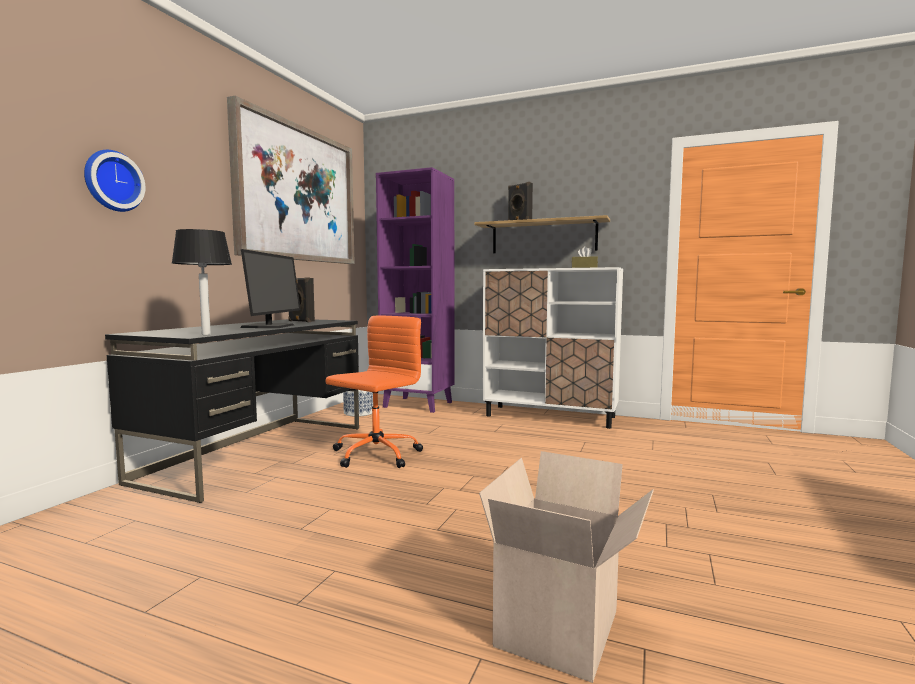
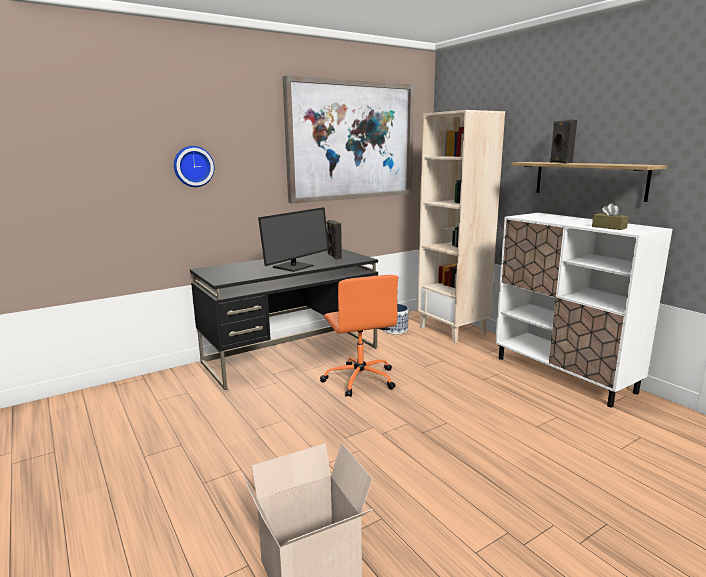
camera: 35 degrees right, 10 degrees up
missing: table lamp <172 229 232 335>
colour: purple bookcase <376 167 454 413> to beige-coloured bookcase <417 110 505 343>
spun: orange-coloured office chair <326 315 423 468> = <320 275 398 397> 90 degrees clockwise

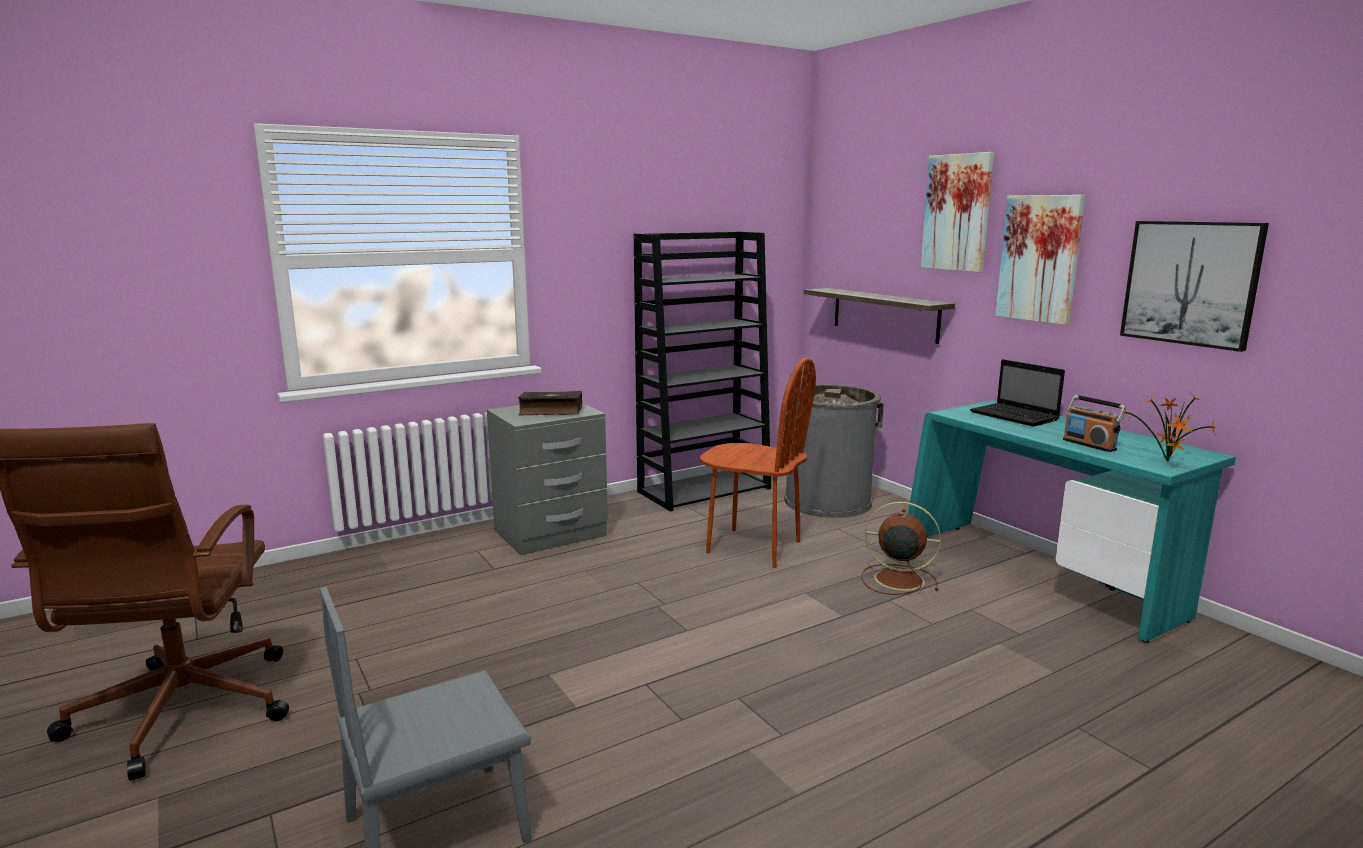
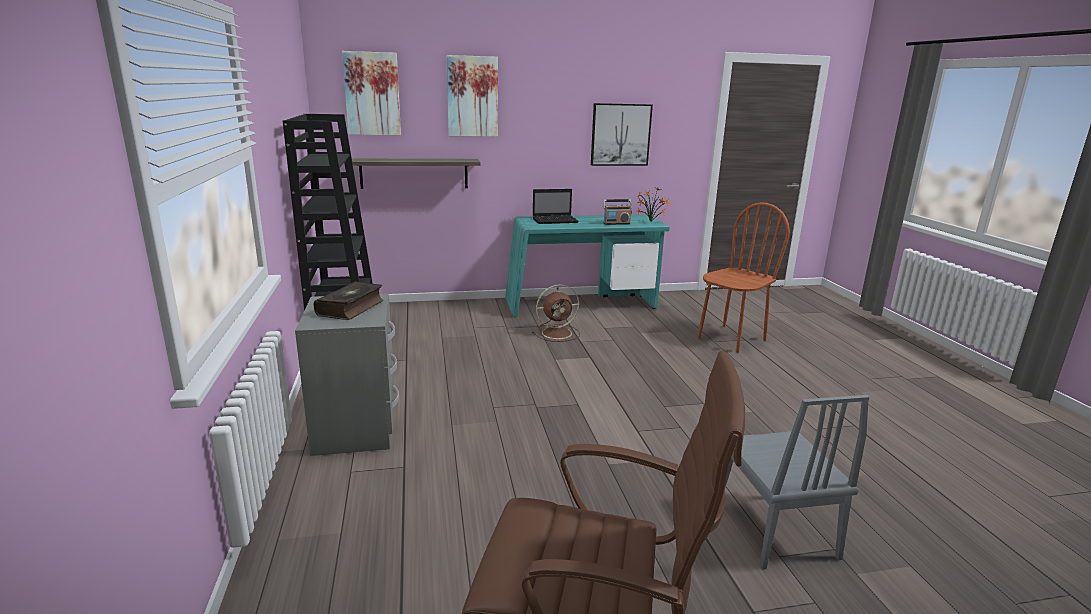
camera: 70 degrees left, 5 degrees up
missing: gray rubbish bin <784 384 884 518>
relocated: wall picture <995 195 1085 325> to <342 51 401 135>; brown chair <700 358 816 568> to <697 202 790 353>
spun: brown cooling fan <861 501 941 595> = <532 284 580 342> 150 degrees counterclockwise

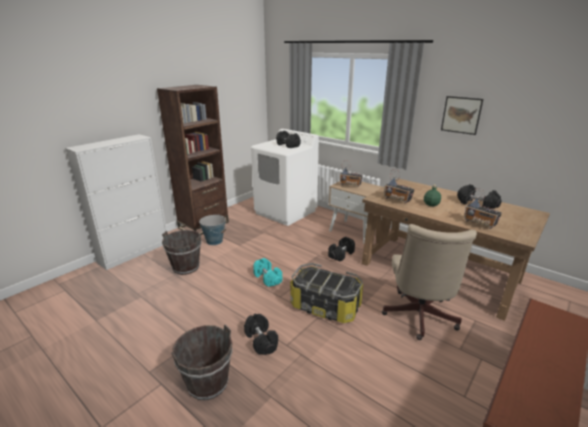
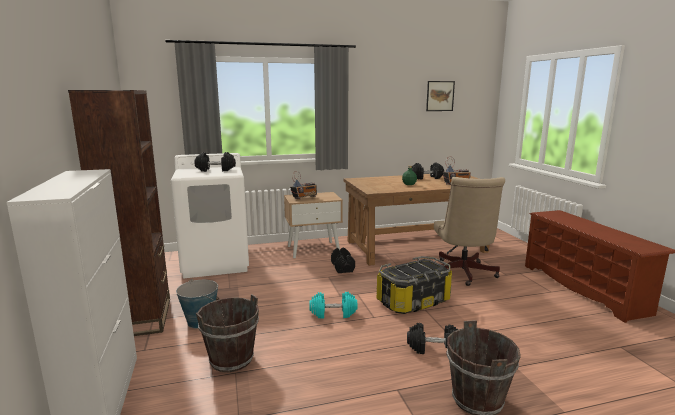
camera: 55 degrees left, 10 degrees down
missing: radio set <384 169 415 203>
relocated: wall picture <441 96 483 135> to <426 81 455 111>
spun: beige-coloured office chair <382 224 477 340> = <434 177 505 286> 45 degrees clockwise

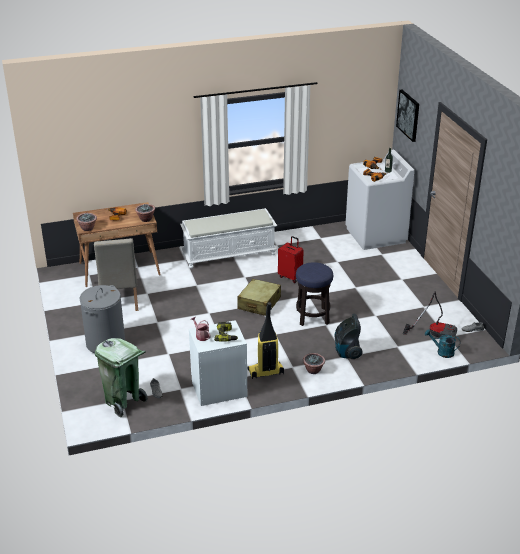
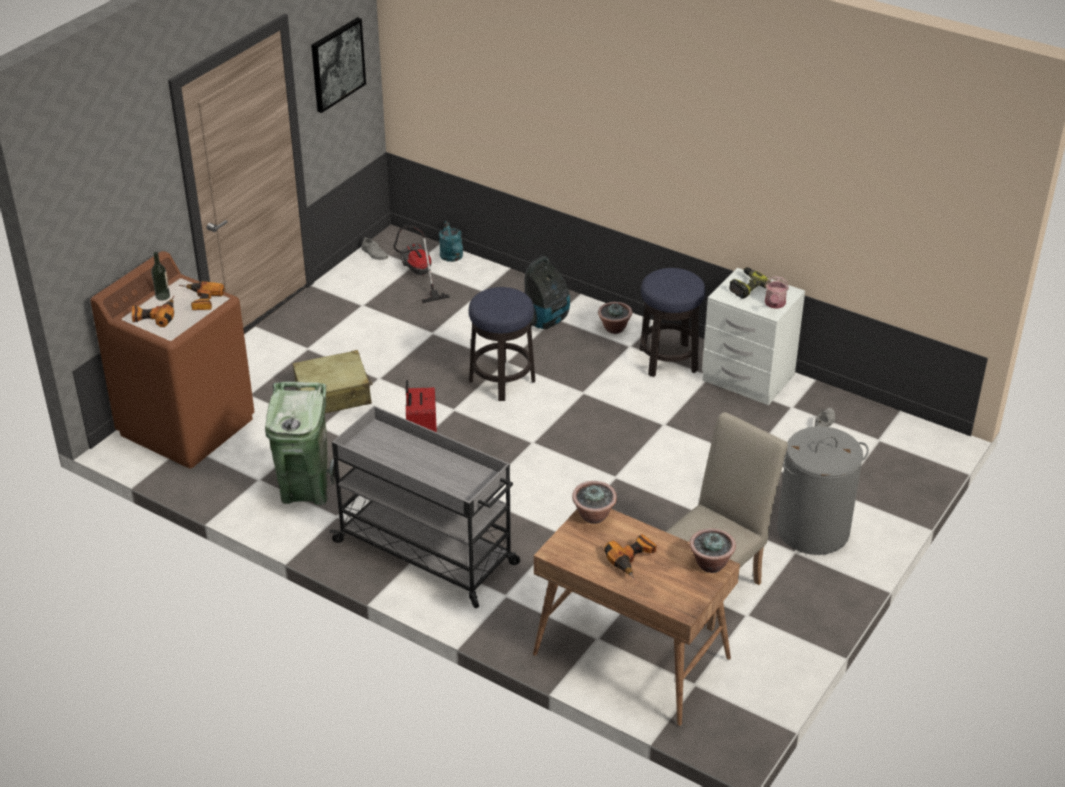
camera: 130 degrees left, 5 degrees up
relocated: green rubbish bin <95 338 148 418> to <265 382 336 505>; beige-coloured travel case <237 279 281 316> to <293 350 373 413>; wall picture <396 89 419 142> to <311 17 366 113>
exchanged: whitish long seat <180 208 277 269> to gray wheeled cart <329 406 520 608>; vacuum <247 302 284 379> to stool <640 268 705 377>
colour: whitish laundry machine <346 150 414 250> to brown laundry machine <90 251 255 468>

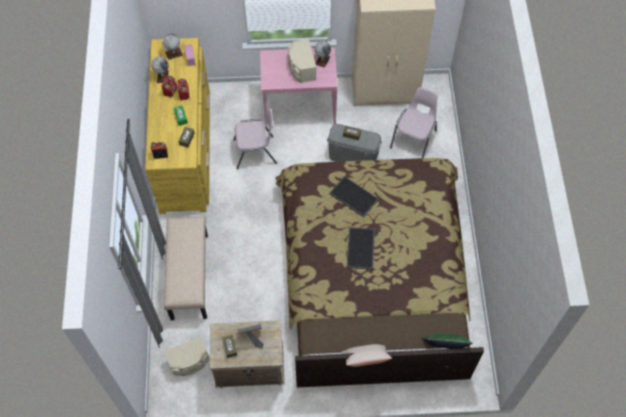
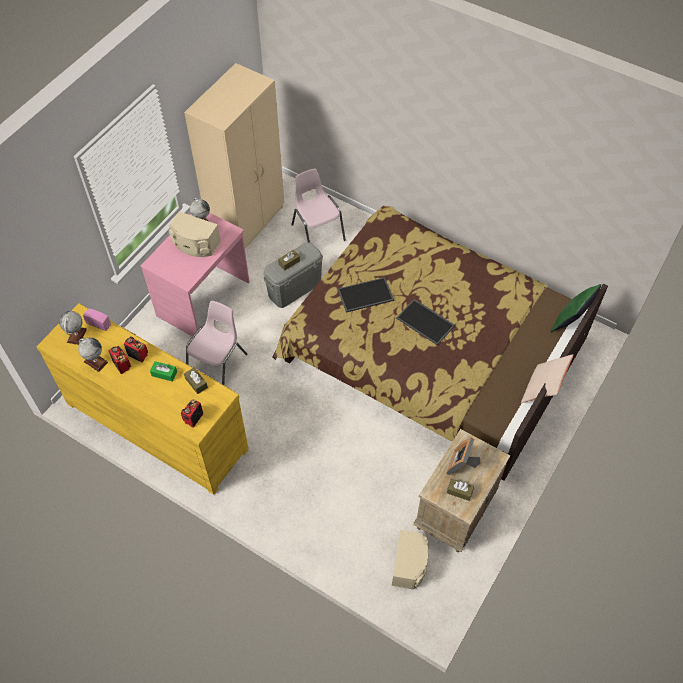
camera: 55 degrees left, 5 degrees down
missing: beige-coloured long seat <164 216 208 320>

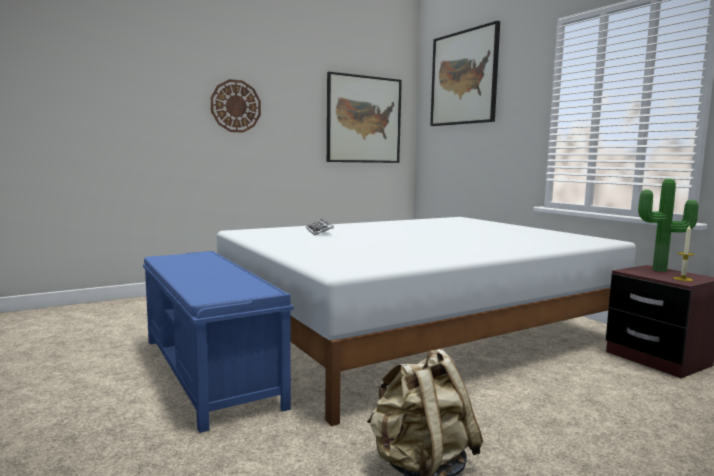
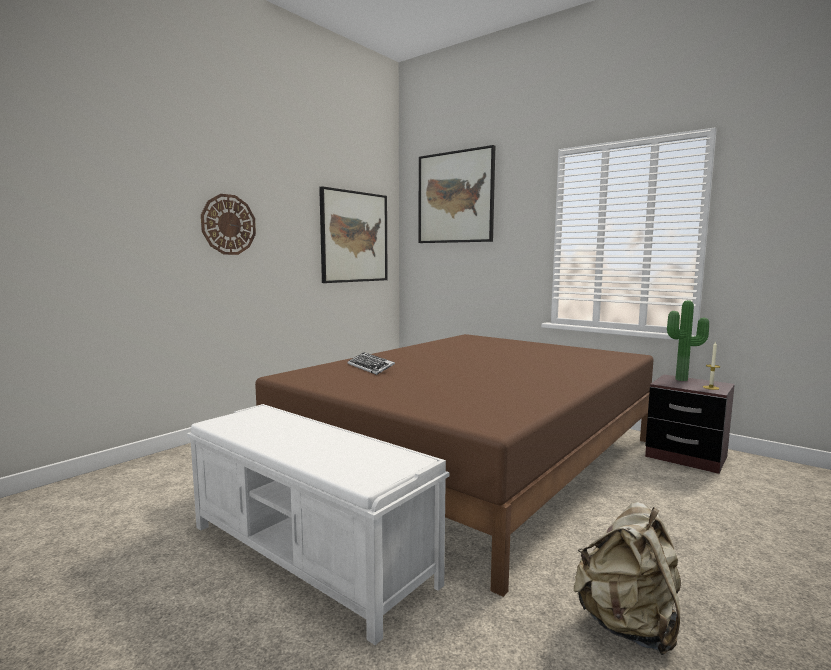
camera: 20 degrees left, 0 degrees up
colour: bluish long seat <143 251 294 433> to whitish long seat <187 404 449 645>; whitish sleeping bed <217 217 636 426> to brown sleeping bed <255 334 653 597>

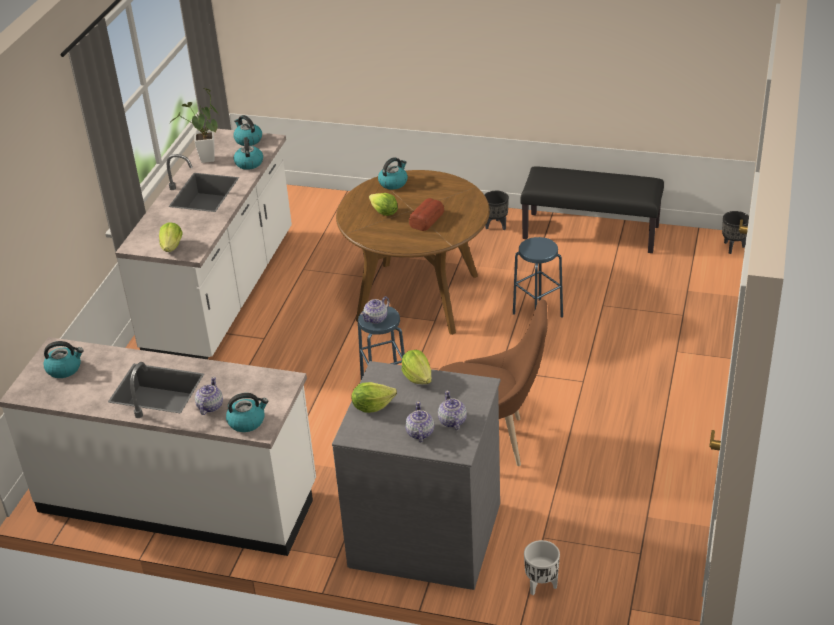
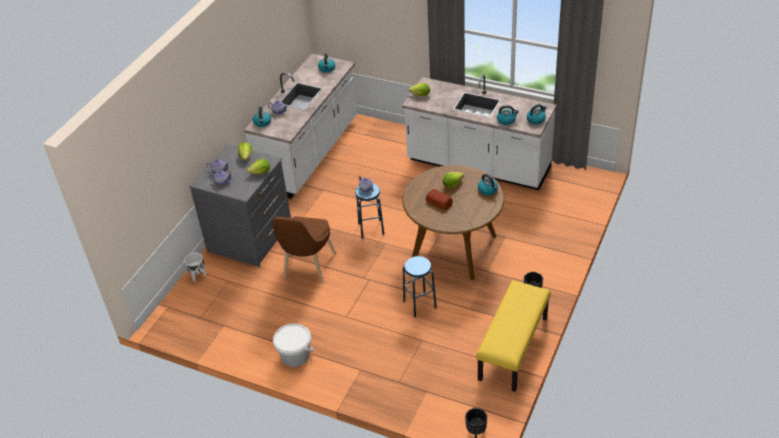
camera: 100 degrees right, 5 degrees up
missing: houseplant <171 88 218 163>
appeared: whitish bucket <273 323 314 367>
colour: black long seat <520 166 664 253> to yellow-coloured long seat <476 280 551 392>

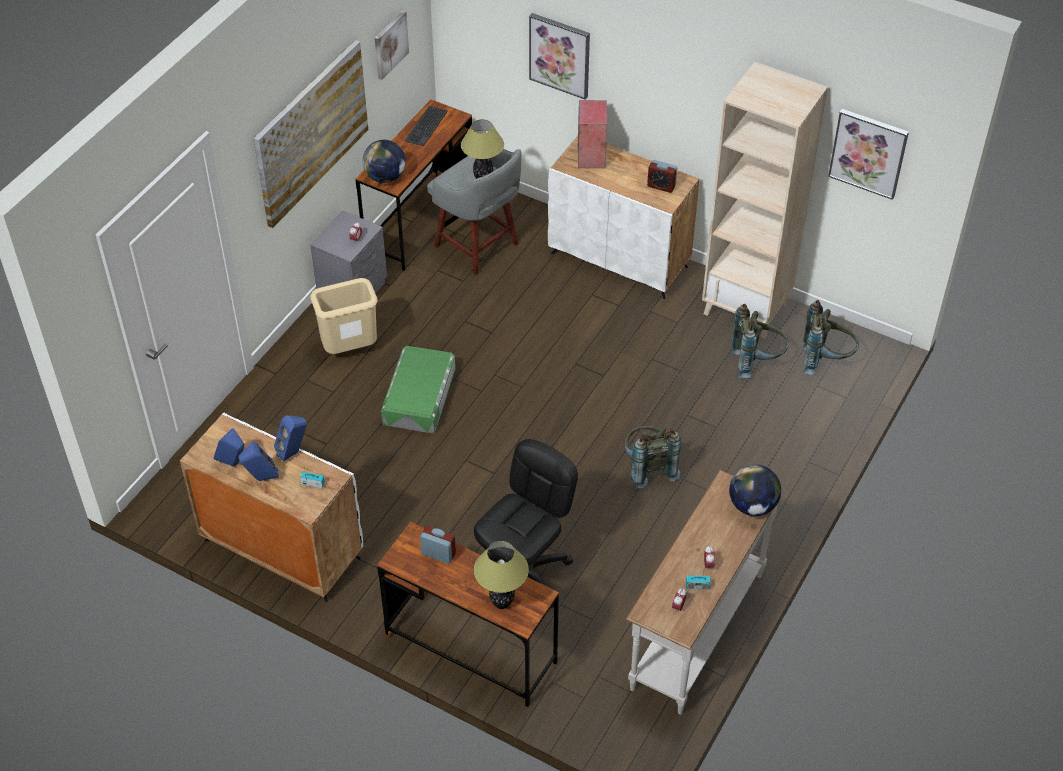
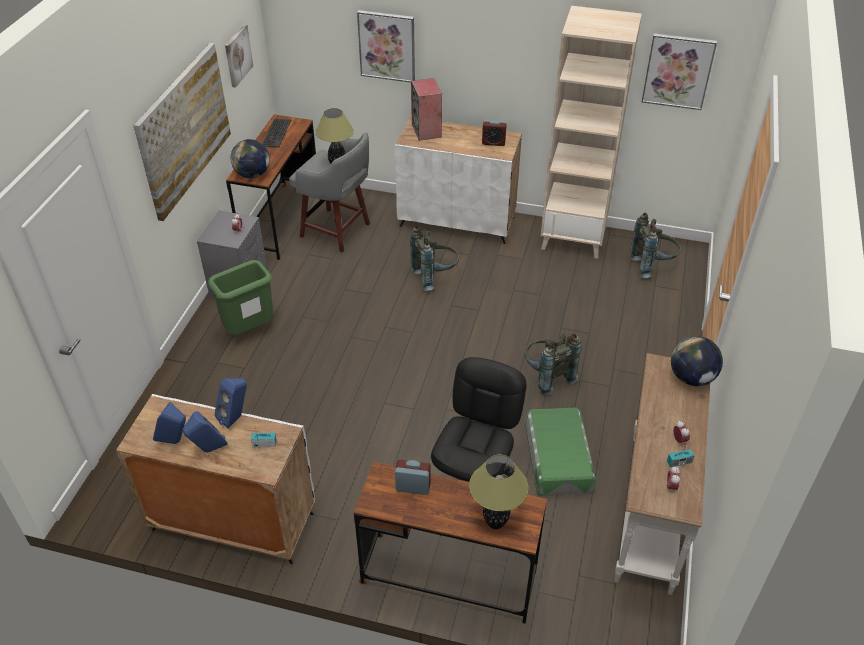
camera: 15 degrees left, 5 degrees down
relocated: gray rucksack <732 304 789 378> to <410 225 459 291>; green storage container <381 346 456 434> to <525 408 596 496>
colour: beige-coloured rubbish bin <311 278 378 354> to green rubbish bin <208 260 273 335>

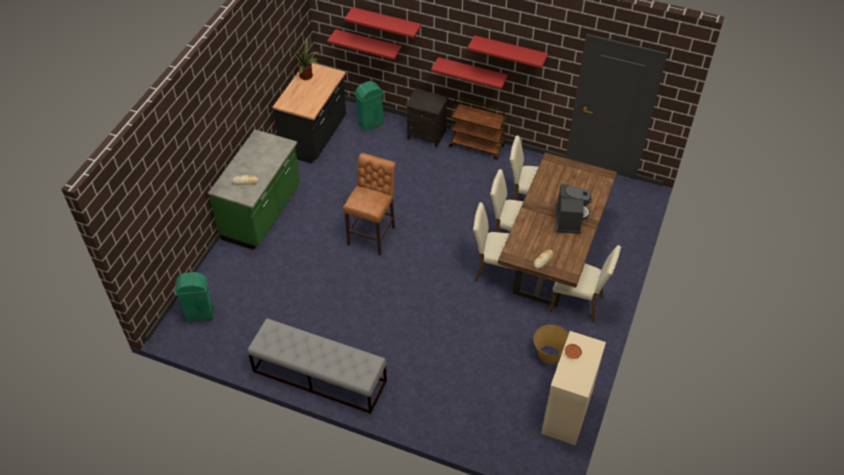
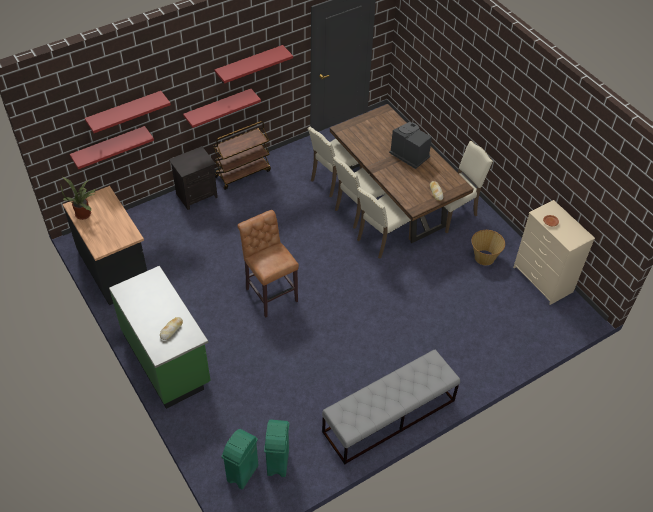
camera: 55 degrees left, 0 degrees up
relocated: green rubbish bin <354 81 384 132> to <264 419 289 477>

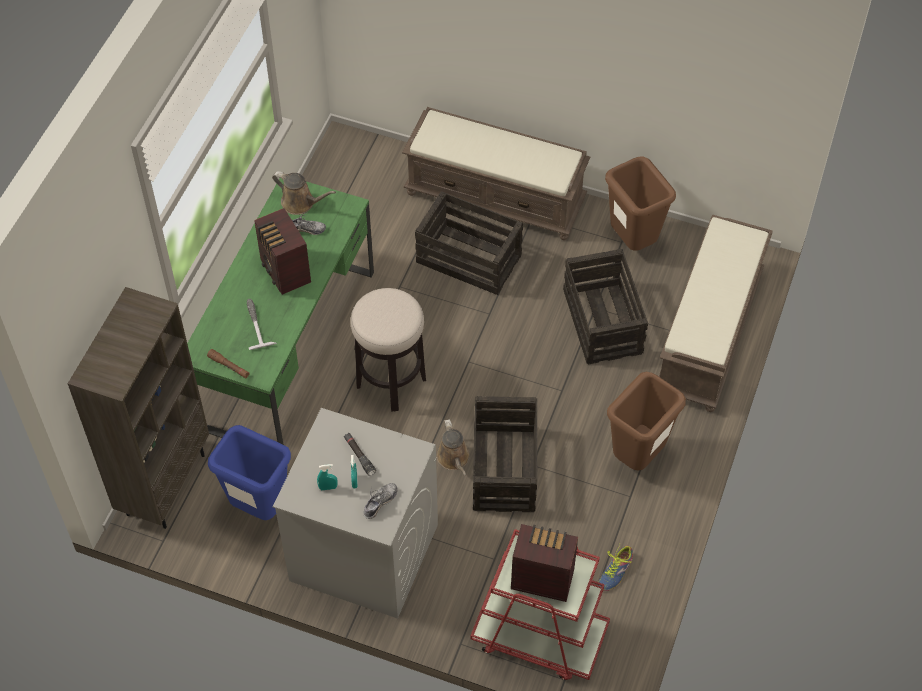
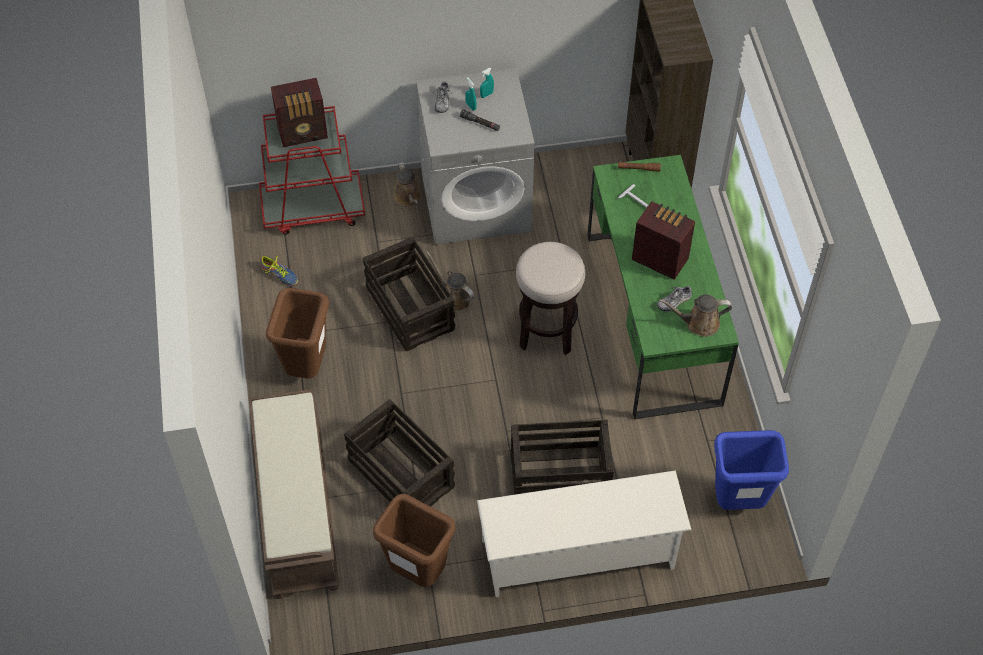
camera: 150 degrees right, 0 degrees up
appeared: brown watering pot <393 162 422 206>
relocated: bluish rubbish bin <208 425 291 520> to <714 430 789 510>
exchanged: brown long seat <402 107 590 240> to whitish shoe stand <477 470 691 597>
spun: low shoe <598 545 633 591> = <260 256 298 286> 120 degrees clockwise

